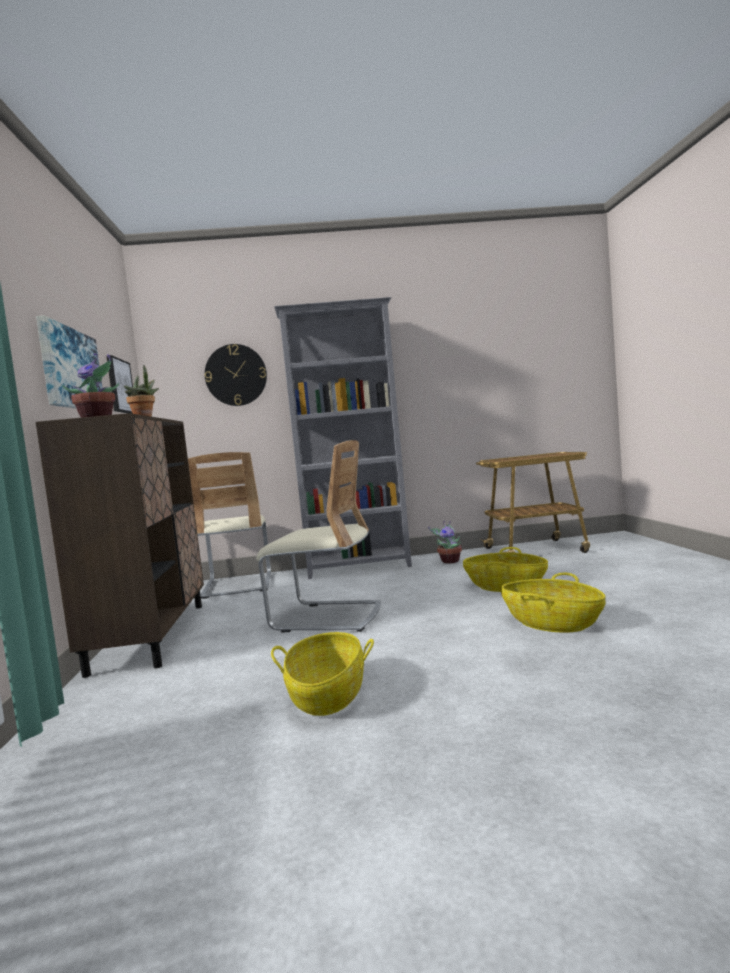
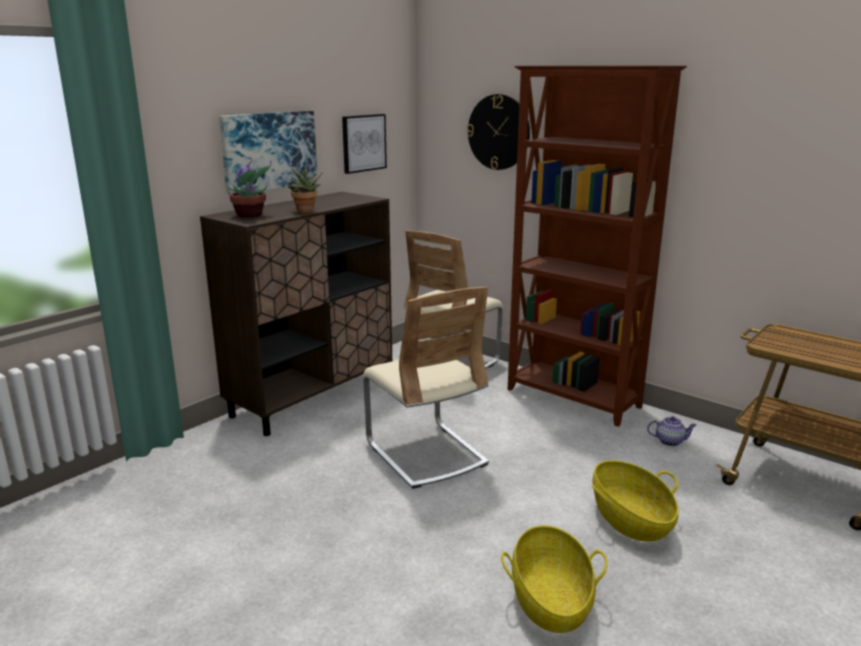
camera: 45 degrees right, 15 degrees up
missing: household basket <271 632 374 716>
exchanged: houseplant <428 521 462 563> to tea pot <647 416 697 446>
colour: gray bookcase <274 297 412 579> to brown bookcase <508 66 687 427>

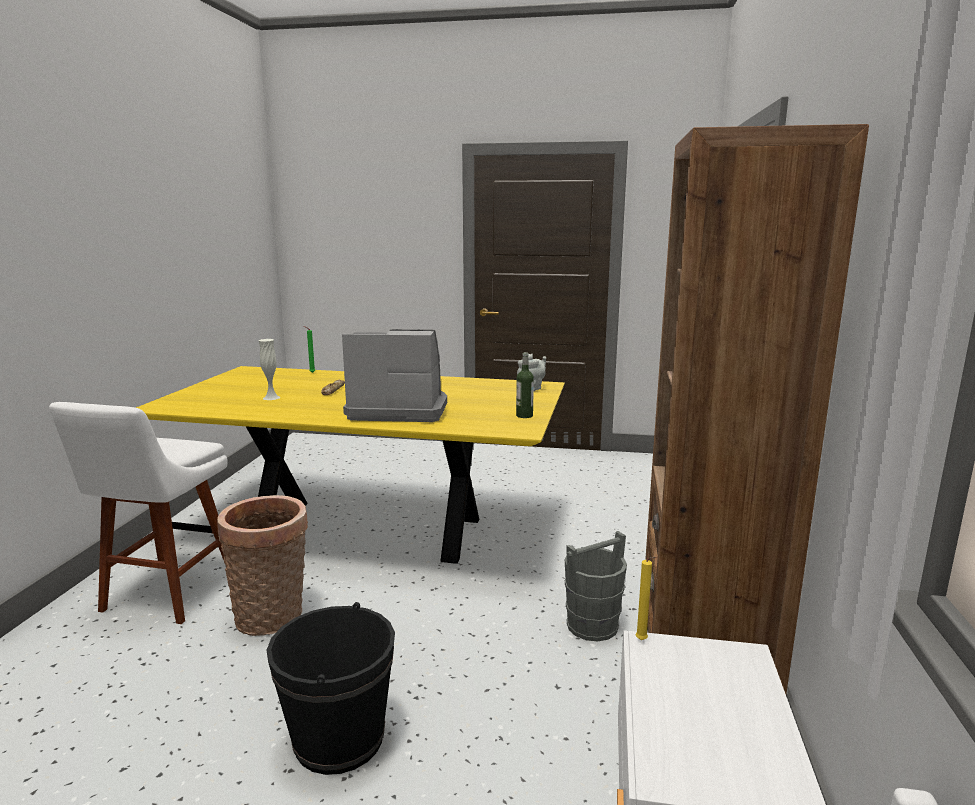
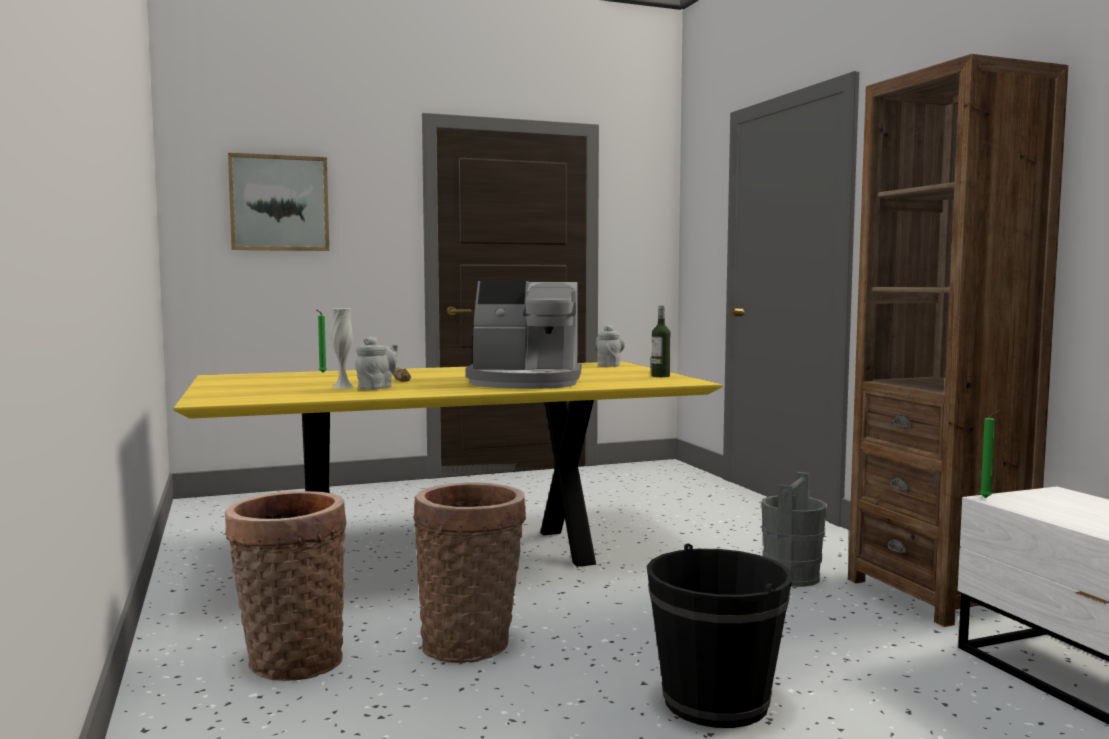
camera: 30 degrees left, 10 degrees down
appeared: wall picture <228 153 329 251>; gray tea pot <355 336 398 390>
exchanged: whitish stool <49 402 228 624> to household basket <225 491 346 681>
colour: yellow-coloured wax light <636 557 656 640> to green wax light <980 410 1001 498>
spun: coffee machine <342 329 447 422> = <466 281 581 389> 150 degrees counterclockwise

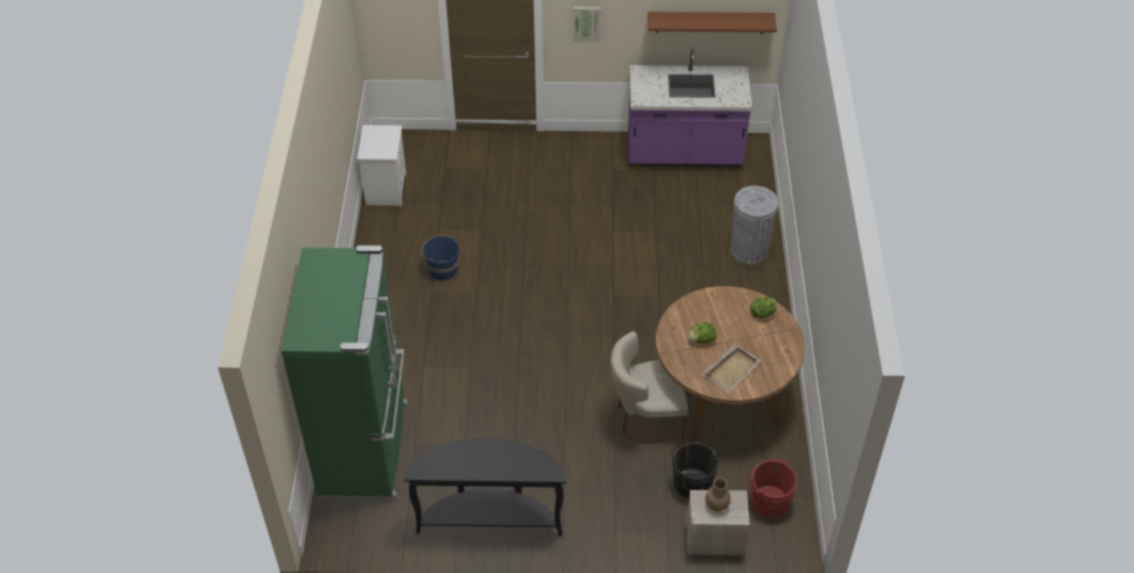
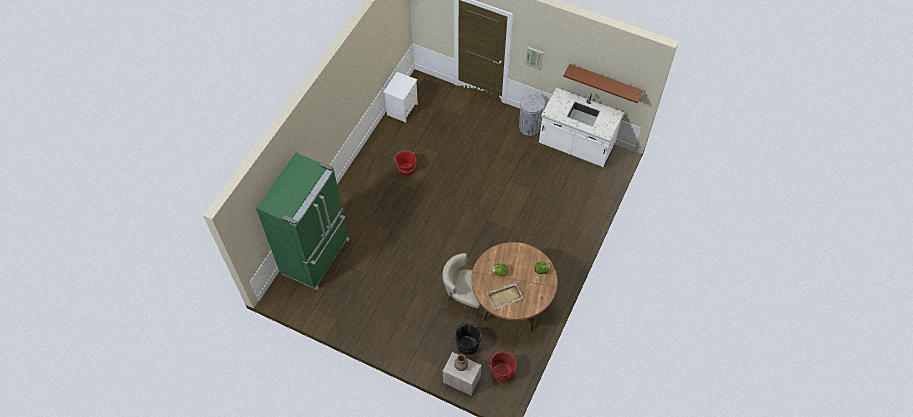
camera: 25 degrees right, 10 degrees up
missing: black console table <404 438 566 536>
relocated: gray rubbish bin <730 186 778 265> to <519 93 545 136>
colour: bluish bucket <421 235 459 281> to reddish bucket <395 150 416 176>; purple kitchen base unit <628 49 752 167> to whitish kitchen base unit <539 88 624 167>

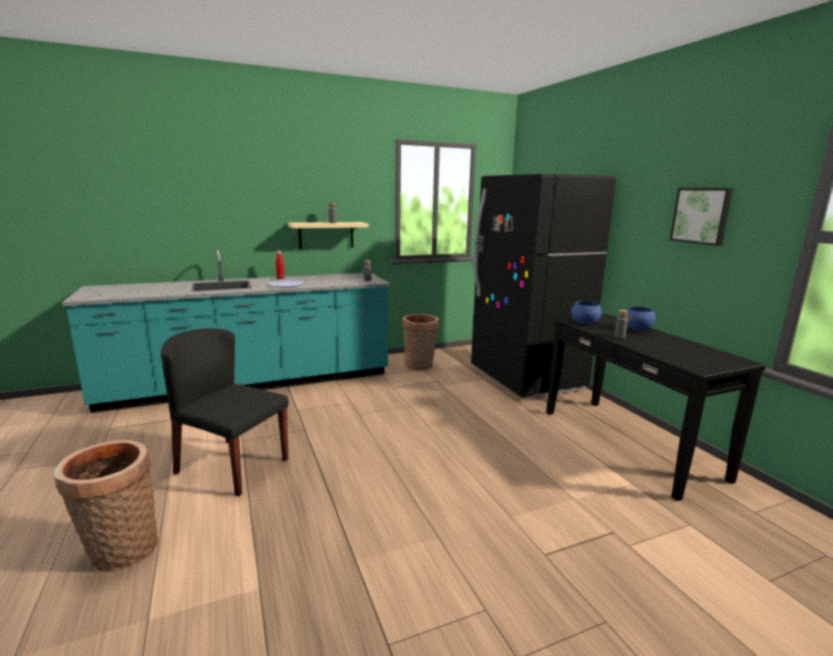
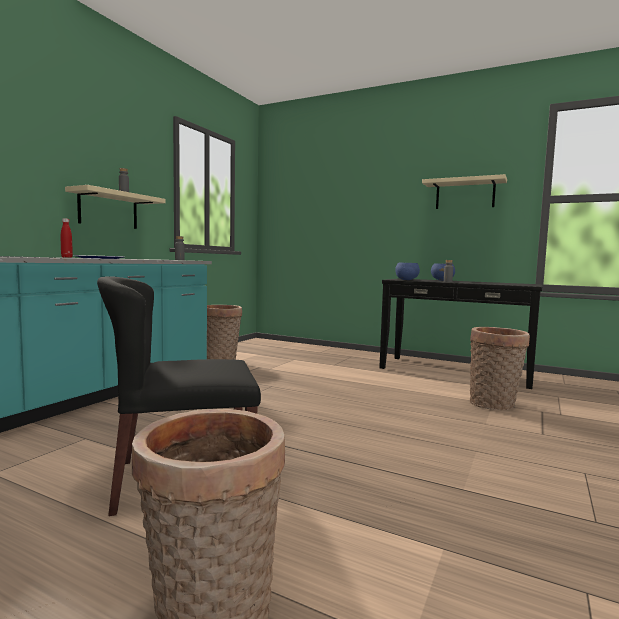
camera: 40 degrees left, 10 degrees down
missing: black fridge <471 174 616 398>
appeared: household basket <470 327 530 410>
exchanged: wall picture <670 188 733 246> to beige-coloured bracket shelf <422 174 507 209>

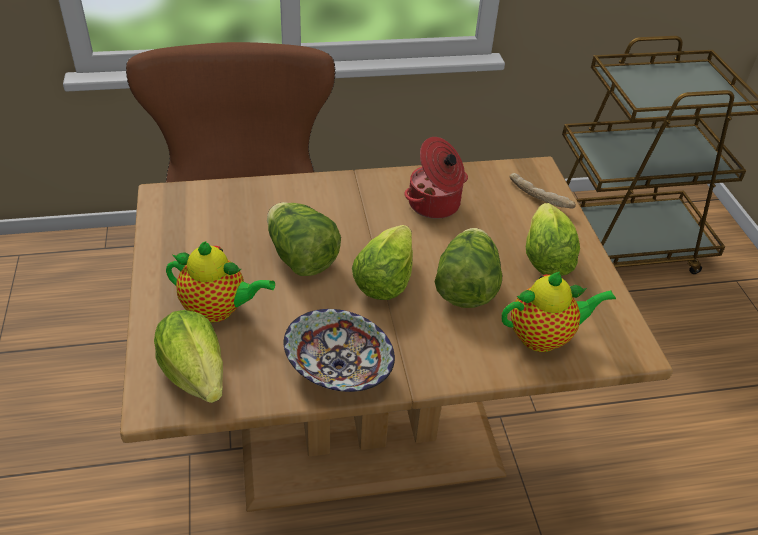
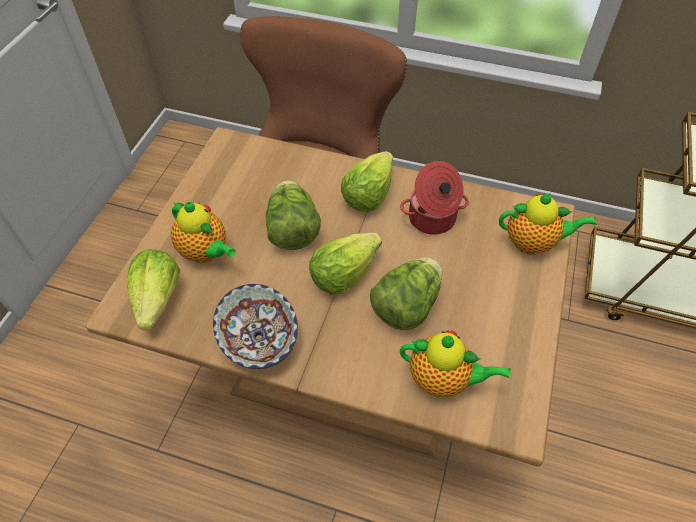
camera: 30 degrees right, 10 degrees up
relocated: lettuce <526 203 580 276> to <341 151 393 212>
exchanged: baked bread <509 173 576 209> to tea pot <499 193 597 255>

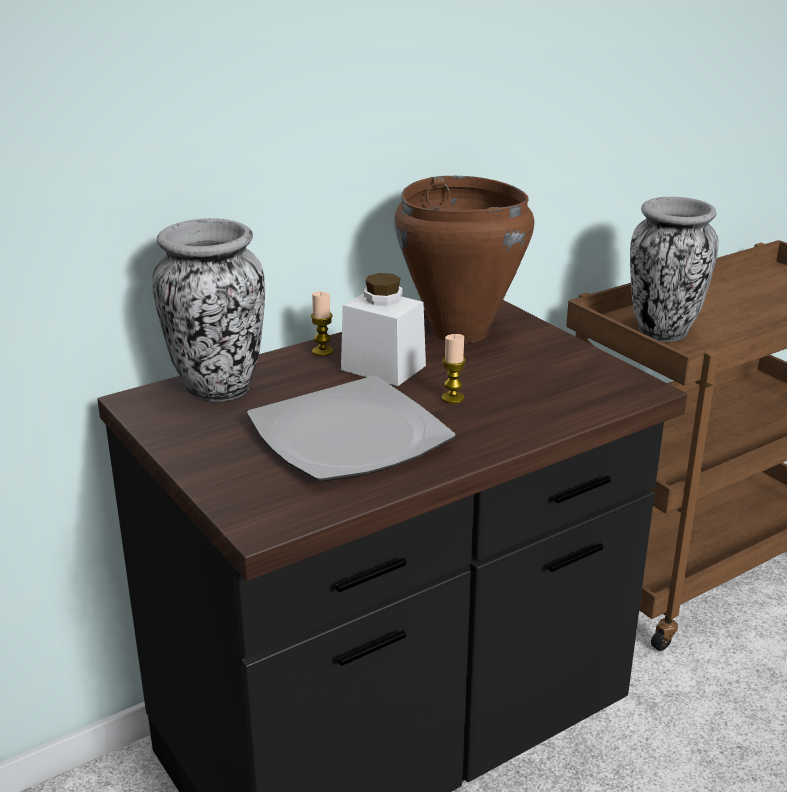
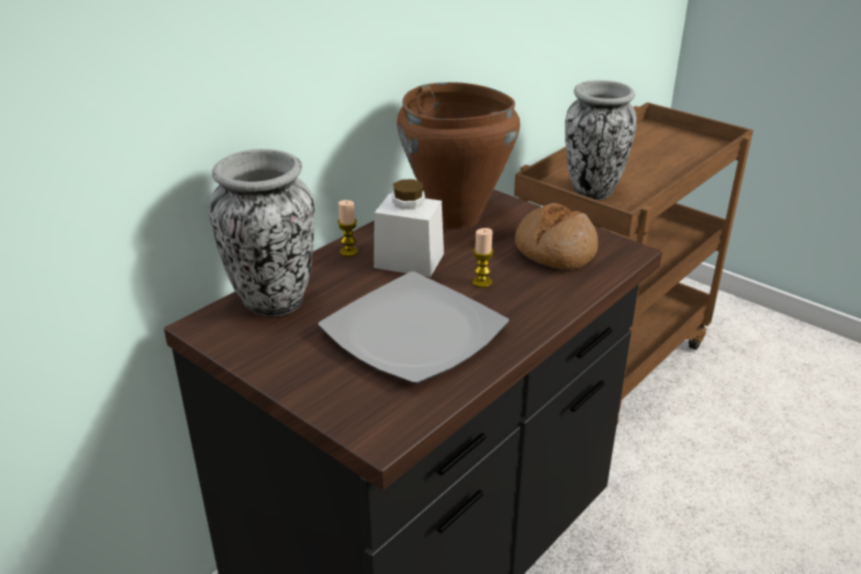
camera: 15 degrees left, 5 degrees up
appeared: baked bread <515 203 598 270>

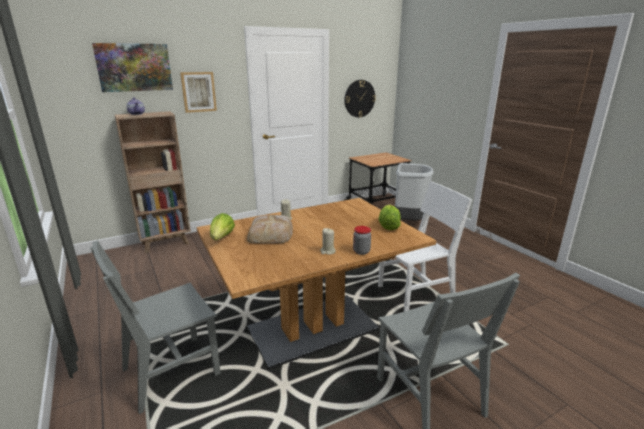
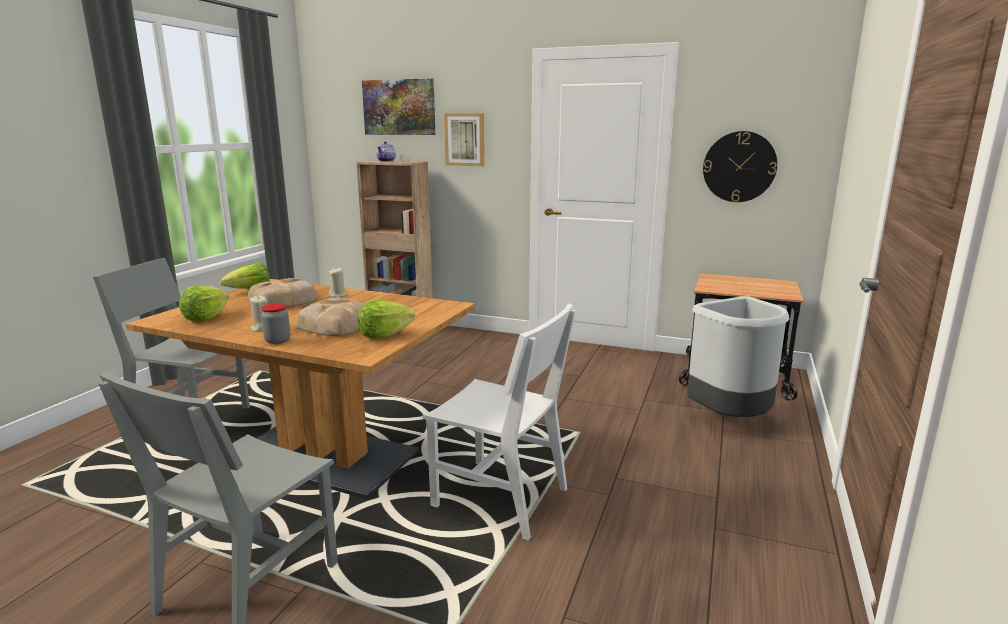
camera: 50 degrees right, 5 degrees down
appeared: lettuce <179 285 229 322>; baked bread <295 298 363 337>

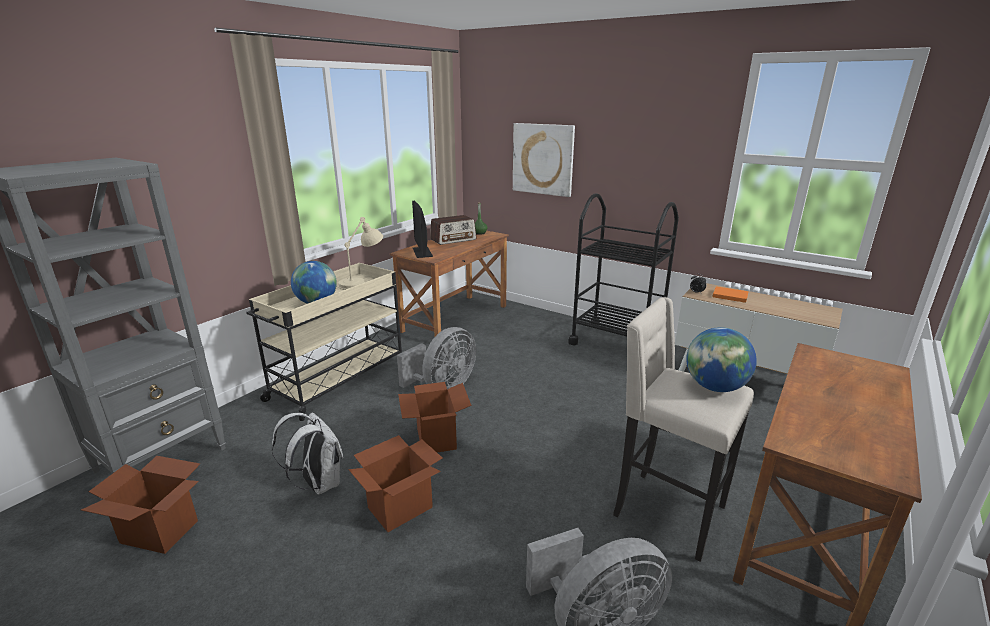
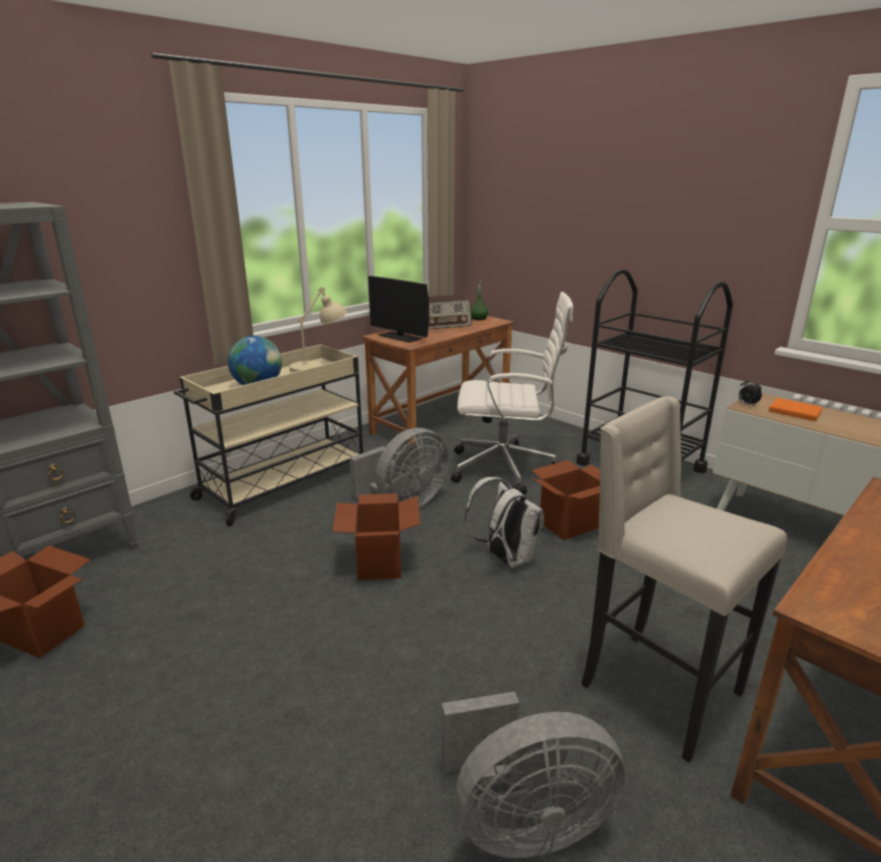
camera: 10 degrees right, 0 degrees up
missing: wall picture <513 123 575 197>; world globe <686 327 757 392>
appeared: whitish office chair <451 292 573 494>
relocated: whitish rucksack <272 412 343 495> to <465 477 544 568>; packing box <349 435 442 532> to <531 460 600 540>
spun: computer screen <412 201 433 258> = <368 276 429 343> 45 degrees counterclockwise

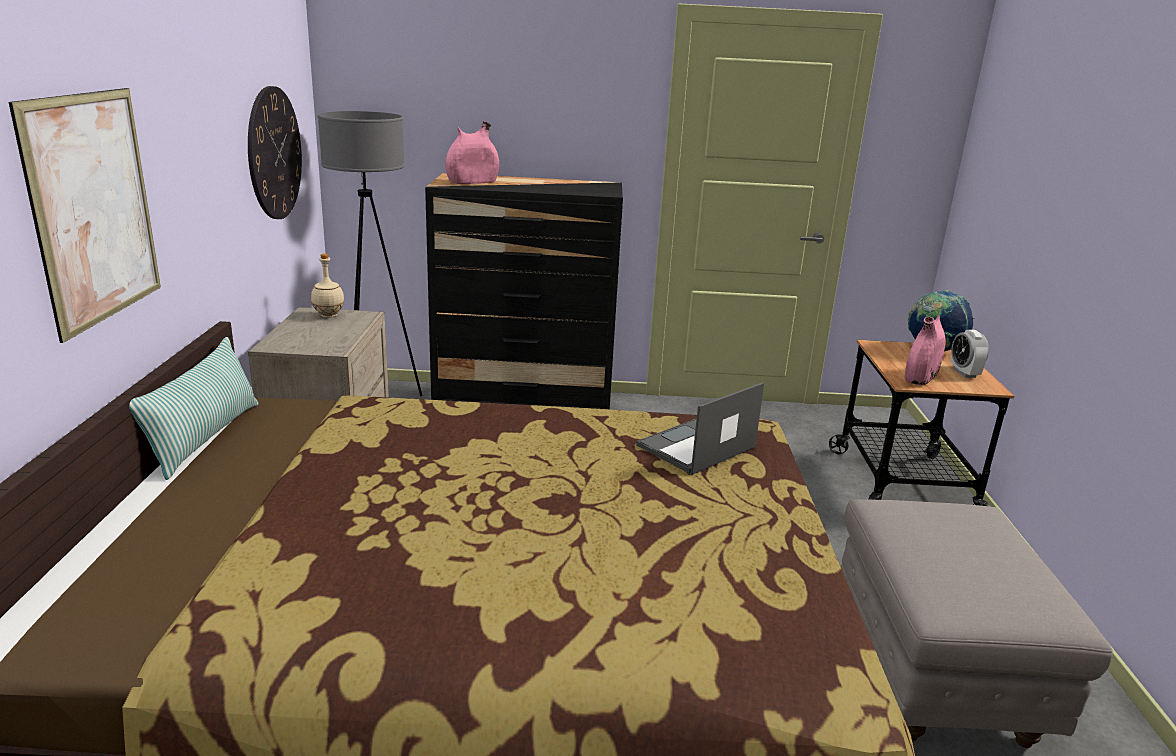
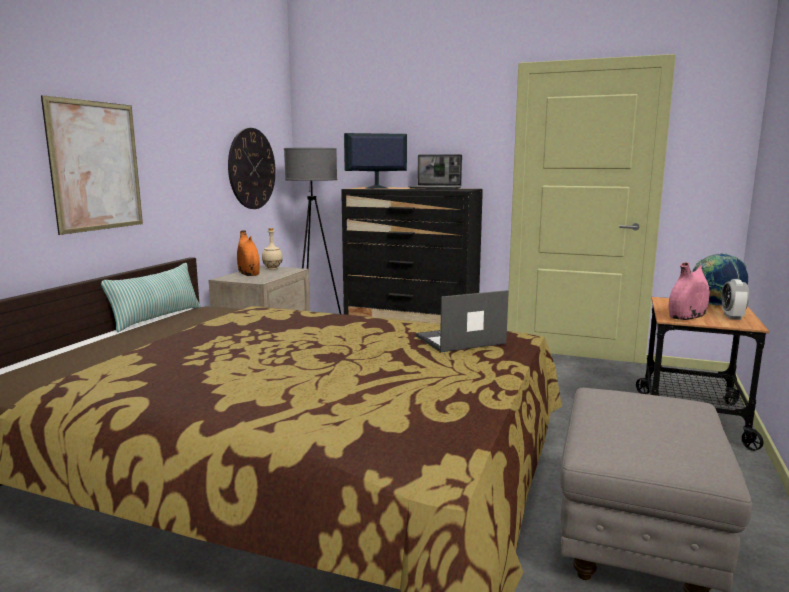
camera: 20 degrees right, 10 degrees down
appeared: orange-coloured vase <237 230 260 276>; notebook computer <408 154 462 189>
exchanged: pink-coloured vase <446 121 499 184> to computer screen <344 133 407 189>

